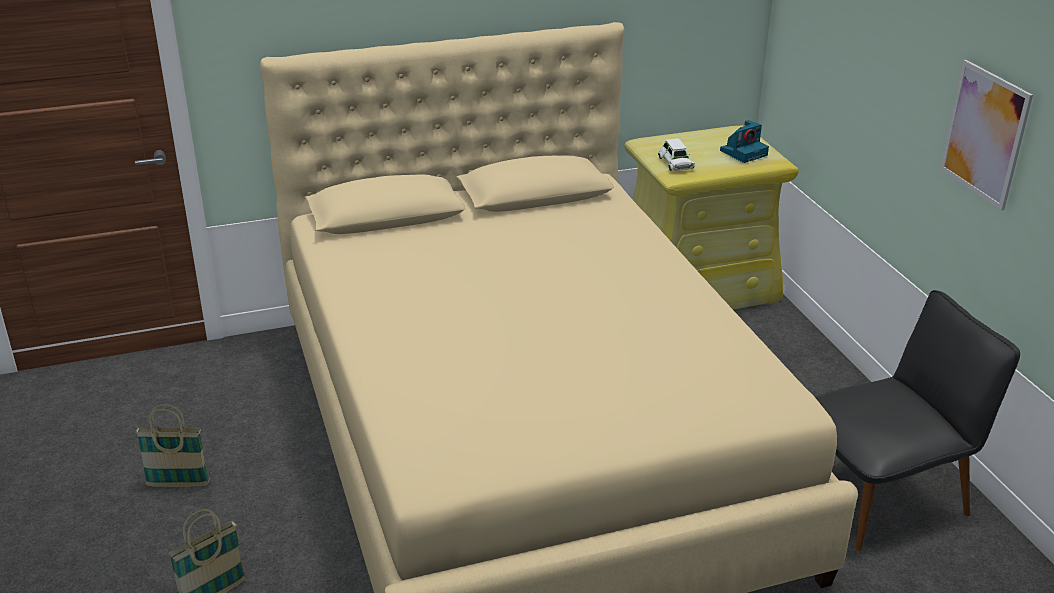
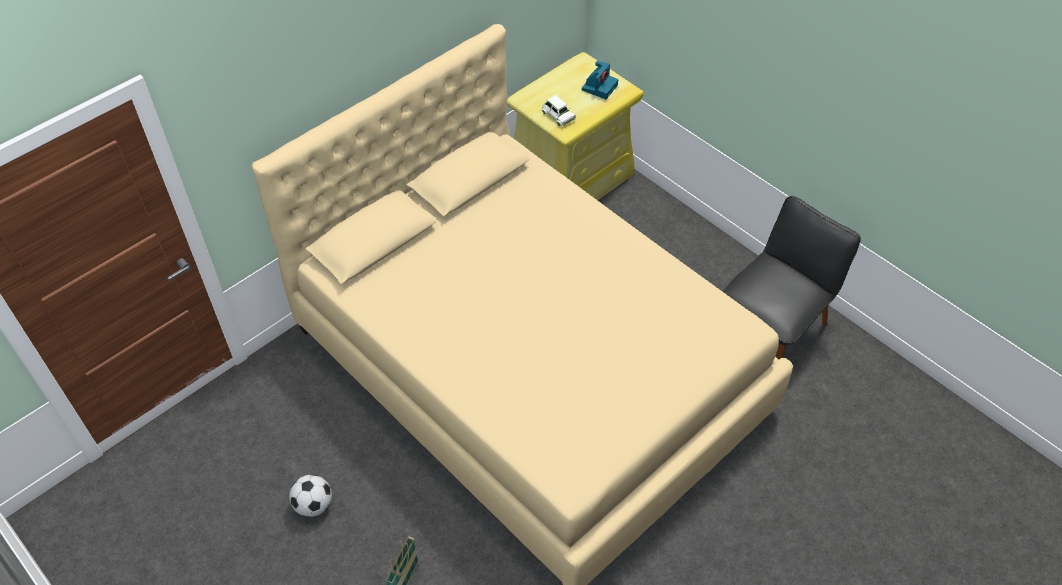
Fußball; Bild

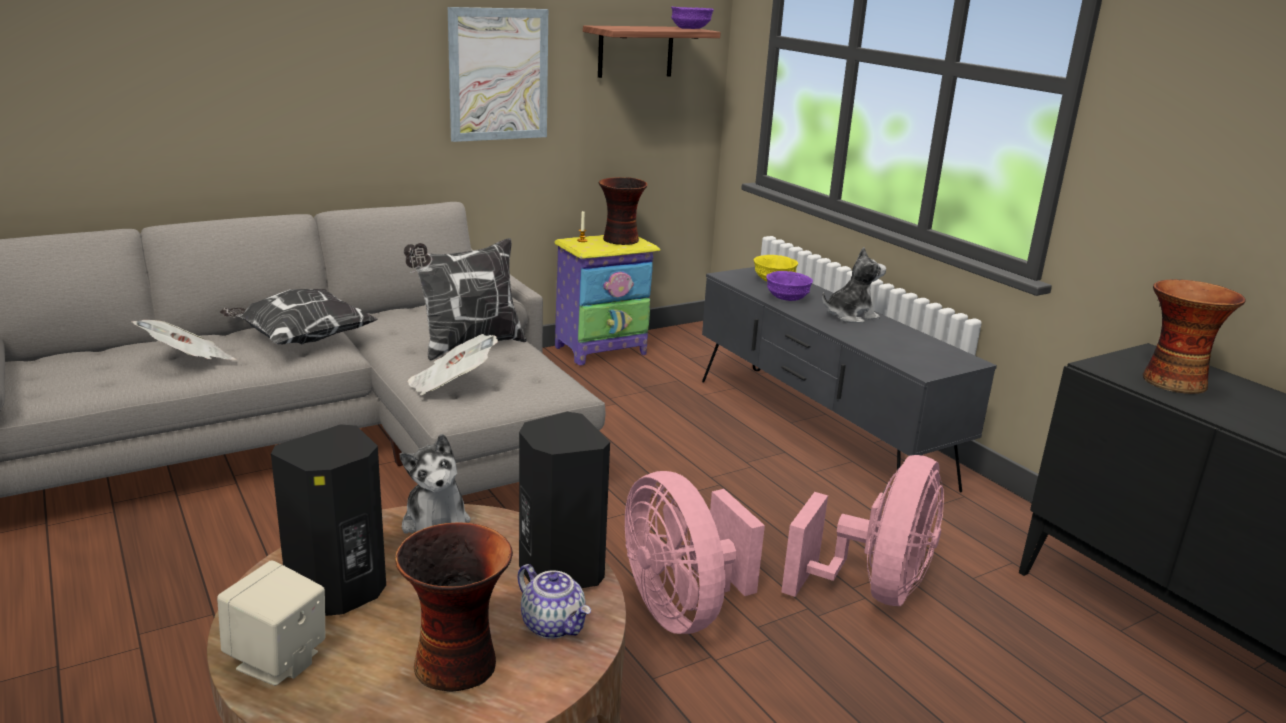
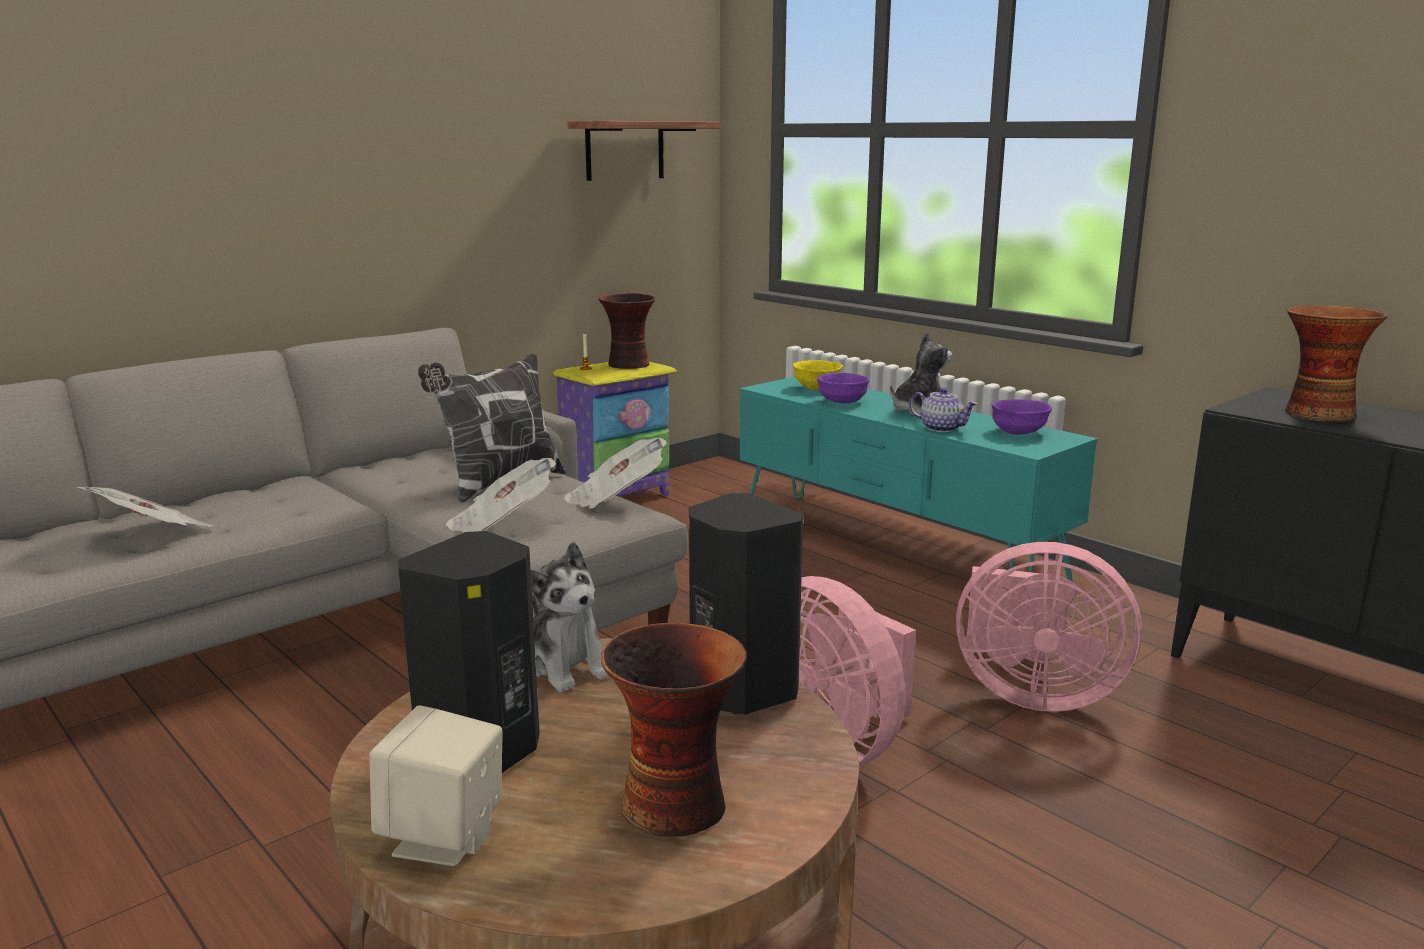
Zeitung (3rd from left); Fernsehschrank/türkis; Teekanne; Ventilator/rosa (2nd from left); Schüssel/lila (2nd from left); Kissen (1st from left in the first image); Bild

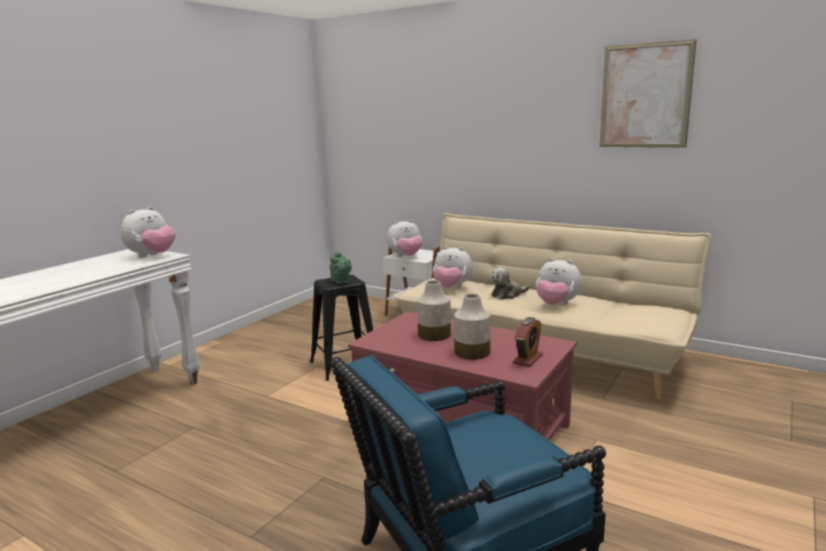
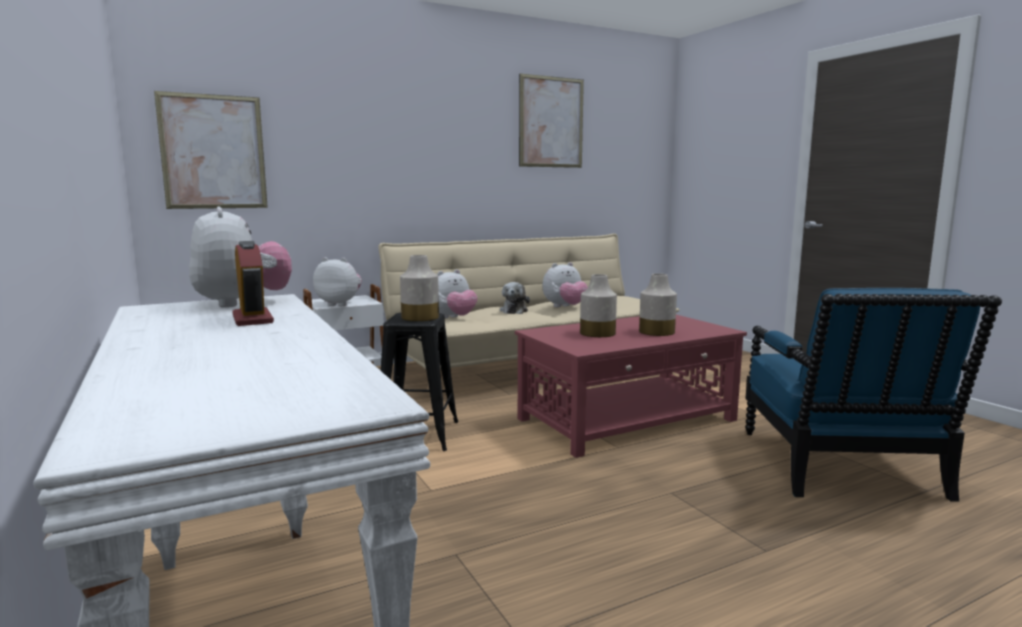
Bild (1st from left); Wecker; Plüschtier (2nd from left); Vase/beige (1st from left)

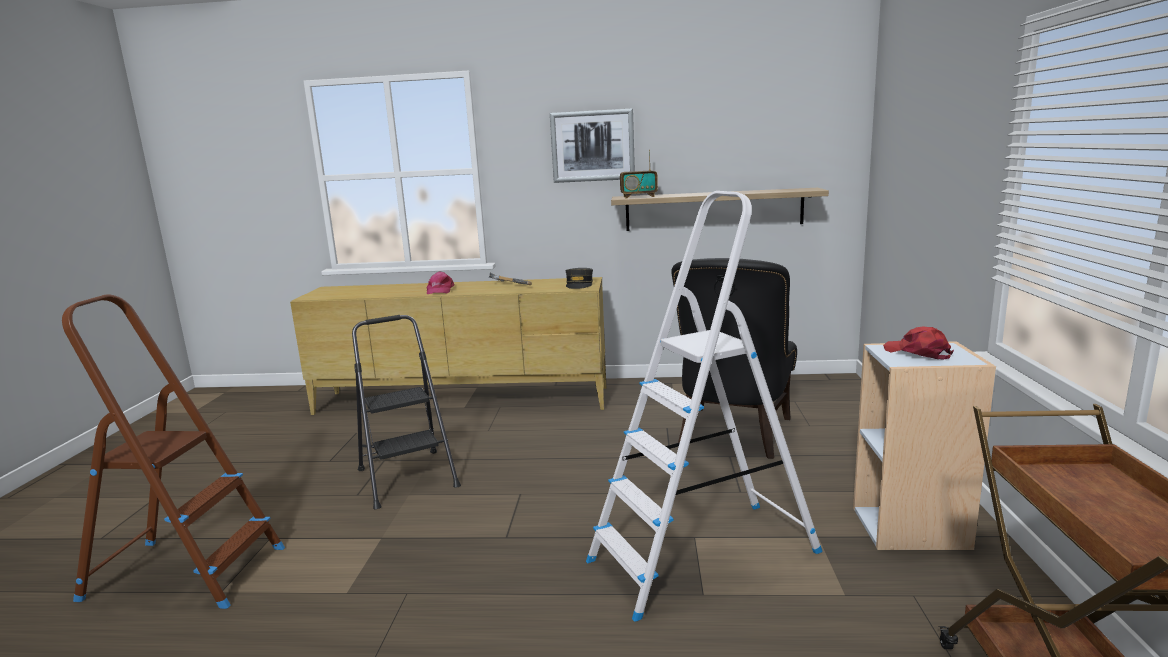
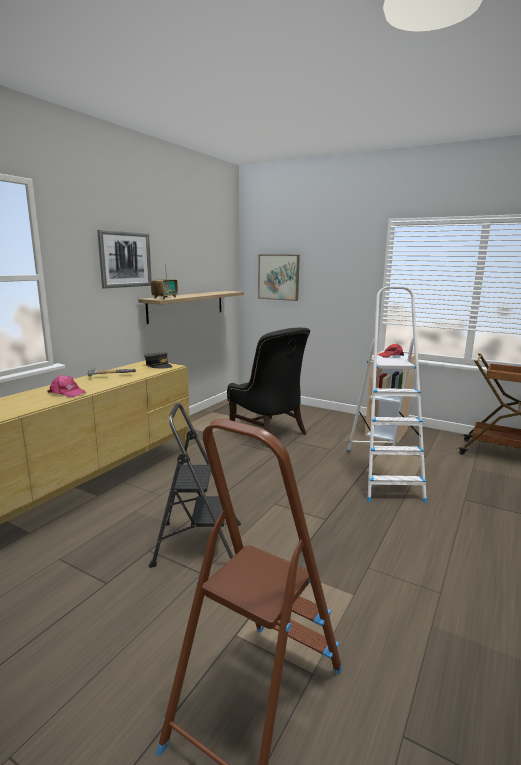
Bild (2nd from left)

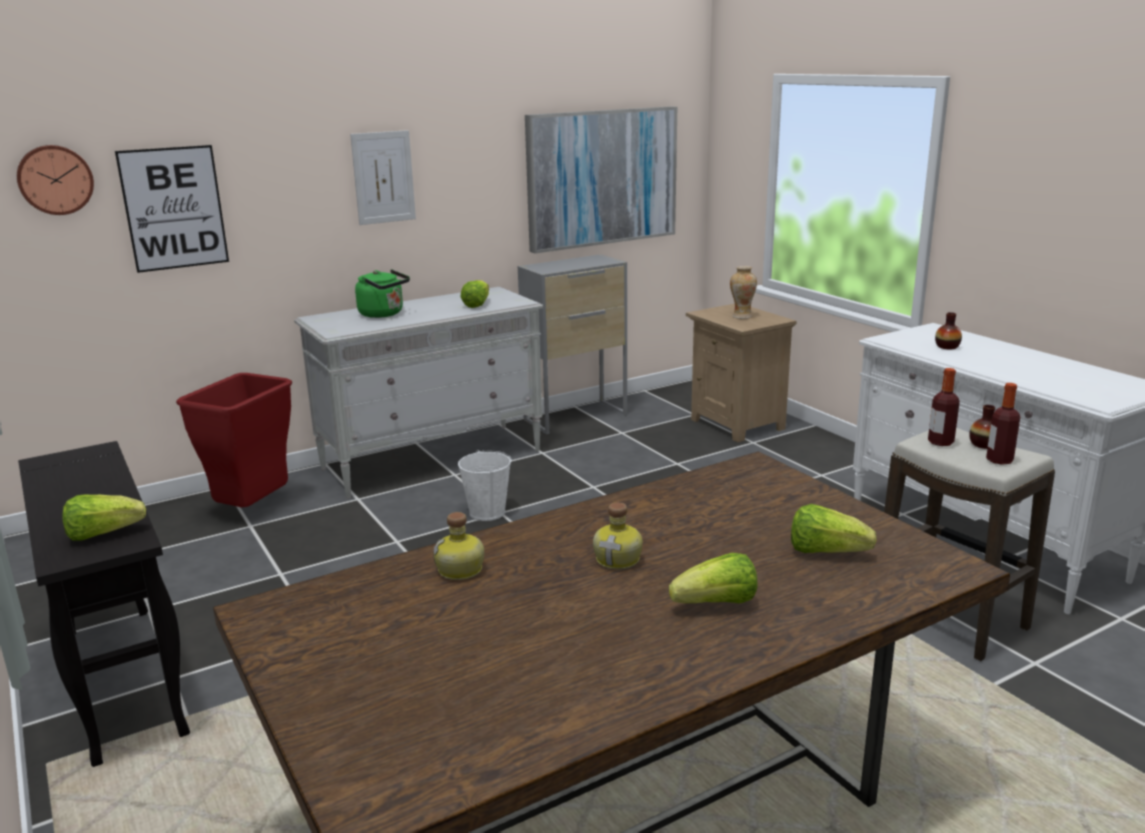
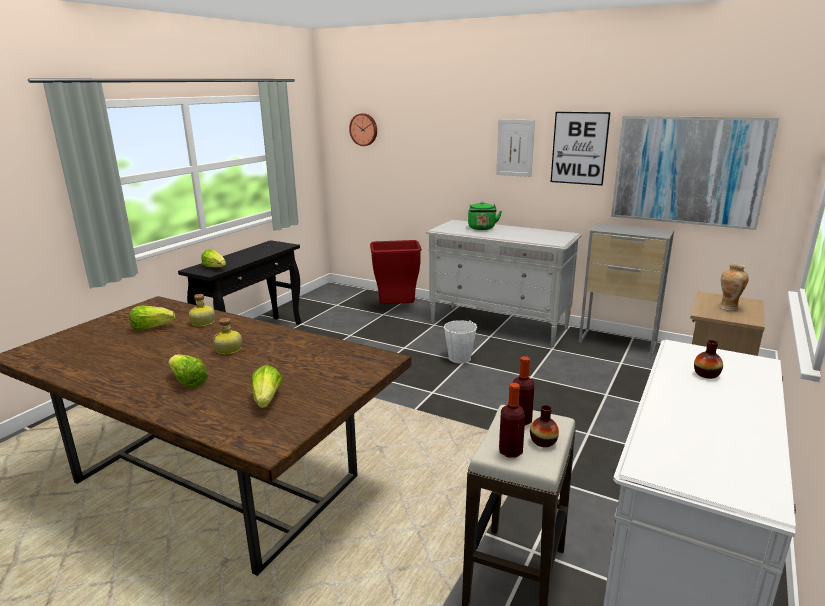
Salatkopf (1st from left); Bild (2nd from left)

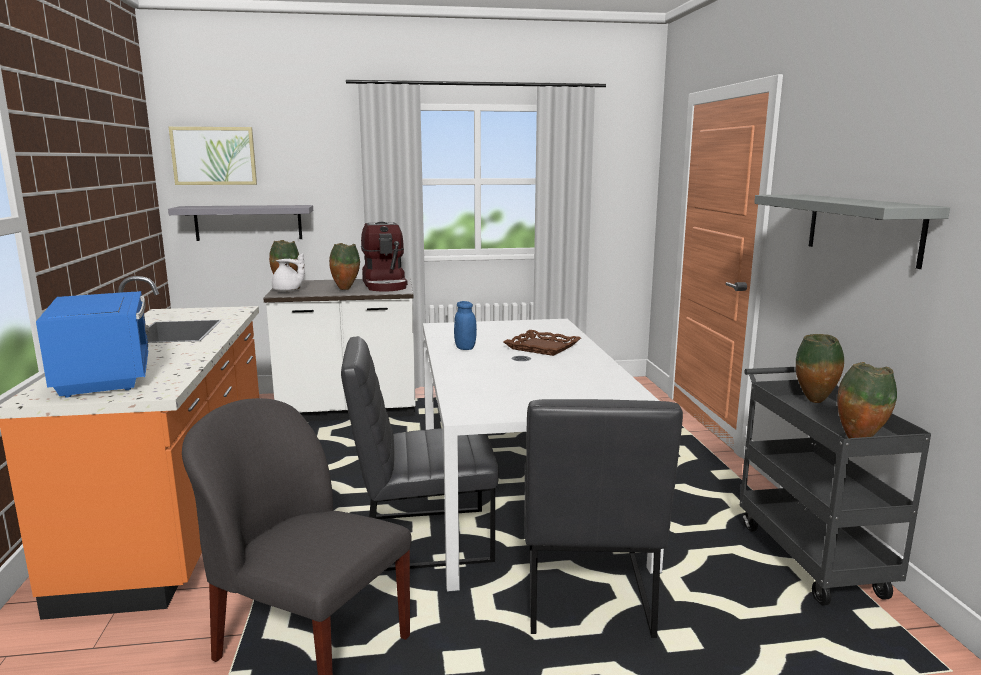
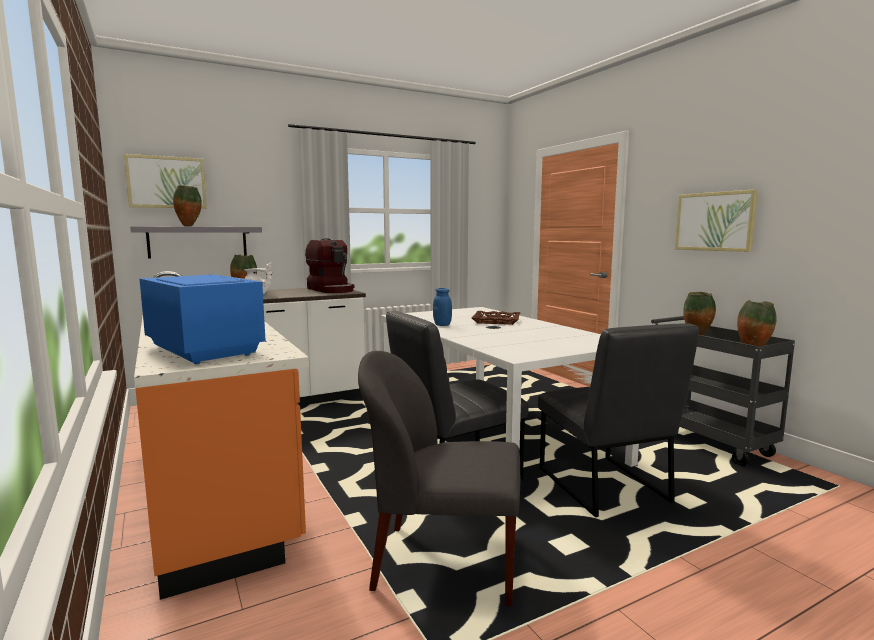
Vase (1st from left); Bild (2nd from left)

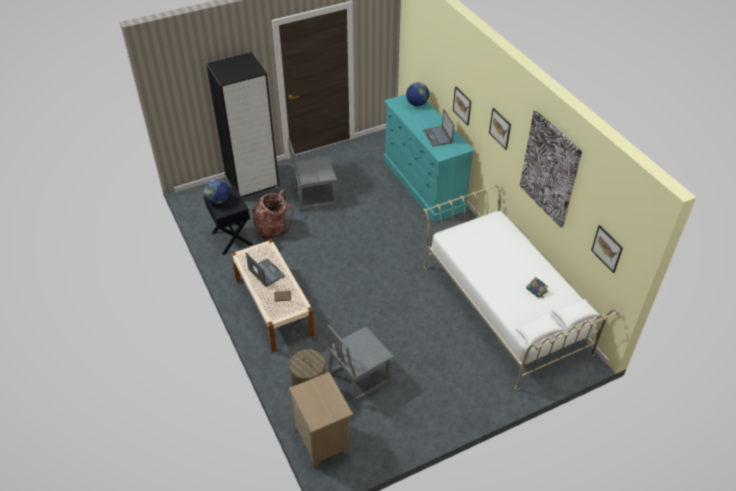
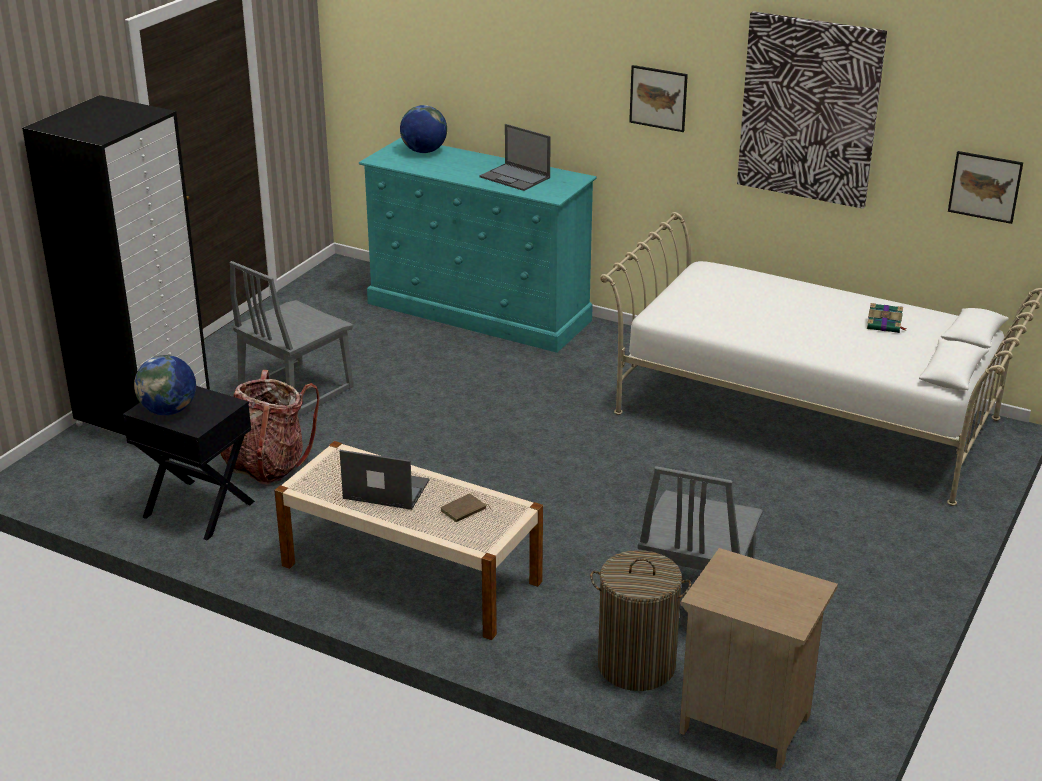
Bild (1st from left in the first image)

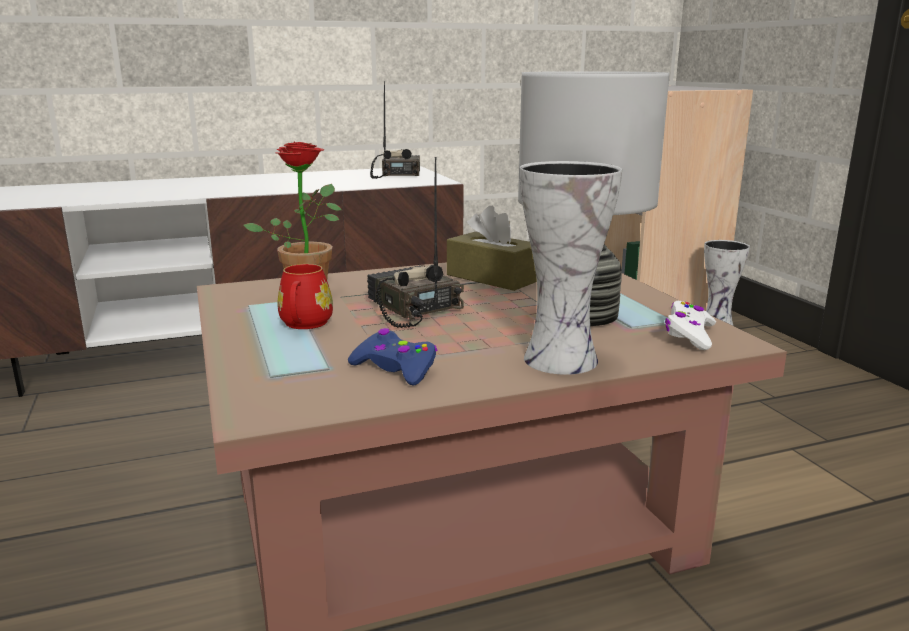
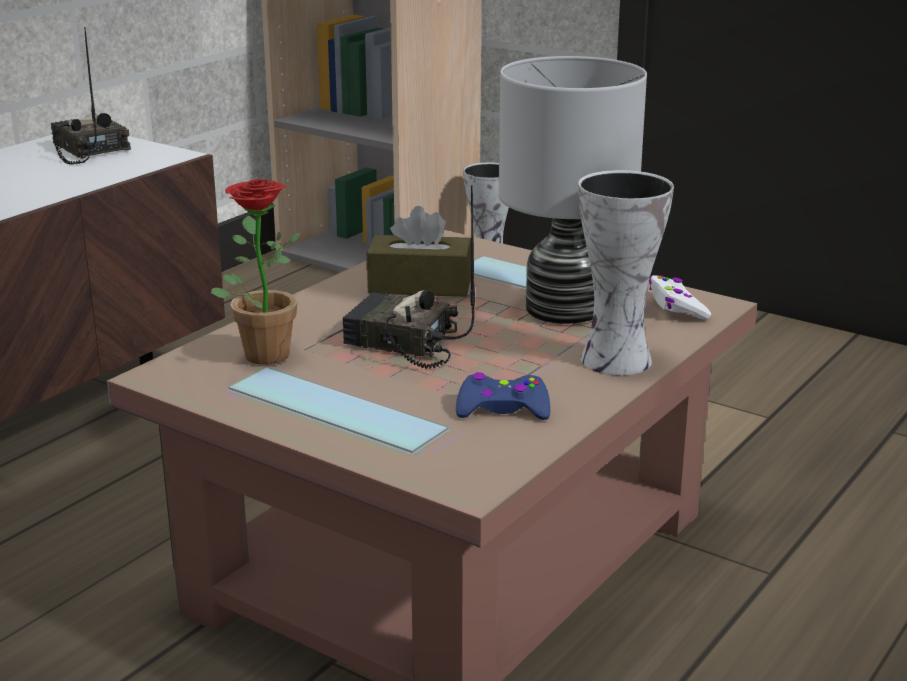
Henkelbecher/rot

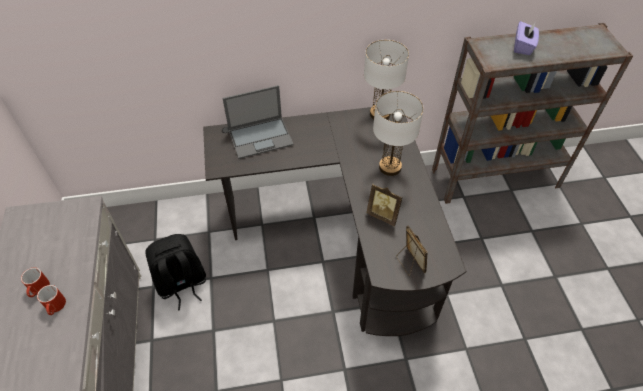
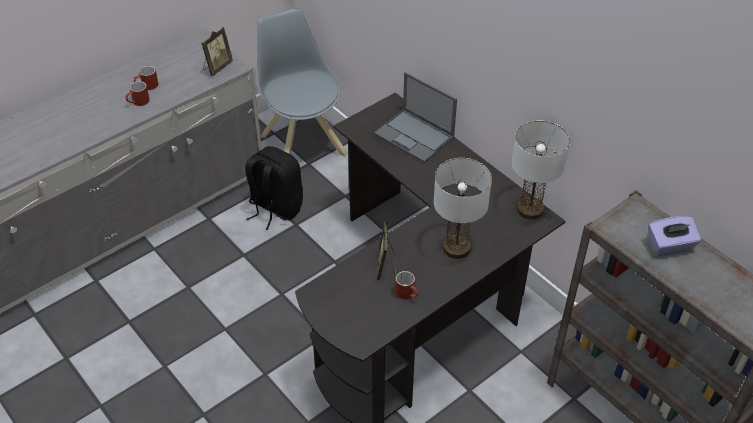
Bilderrahmen (1st from left); Stuhl/grau; Henkelbecher/rot (3rd from left)

